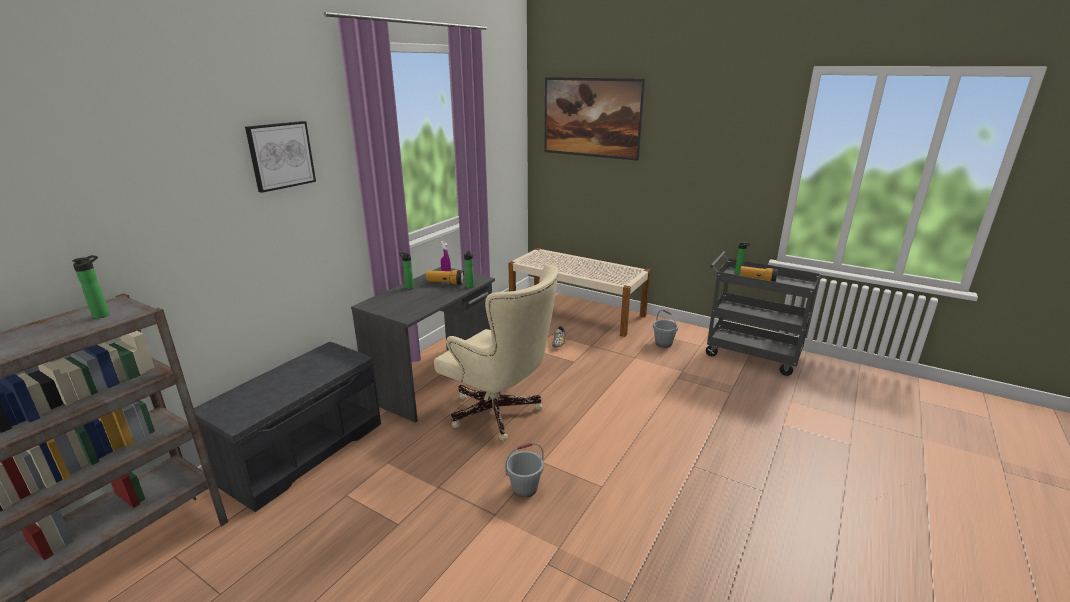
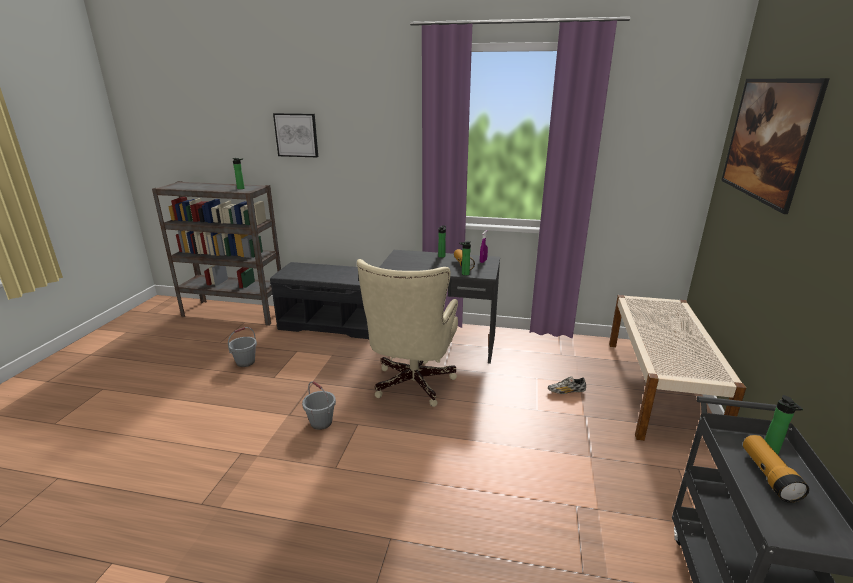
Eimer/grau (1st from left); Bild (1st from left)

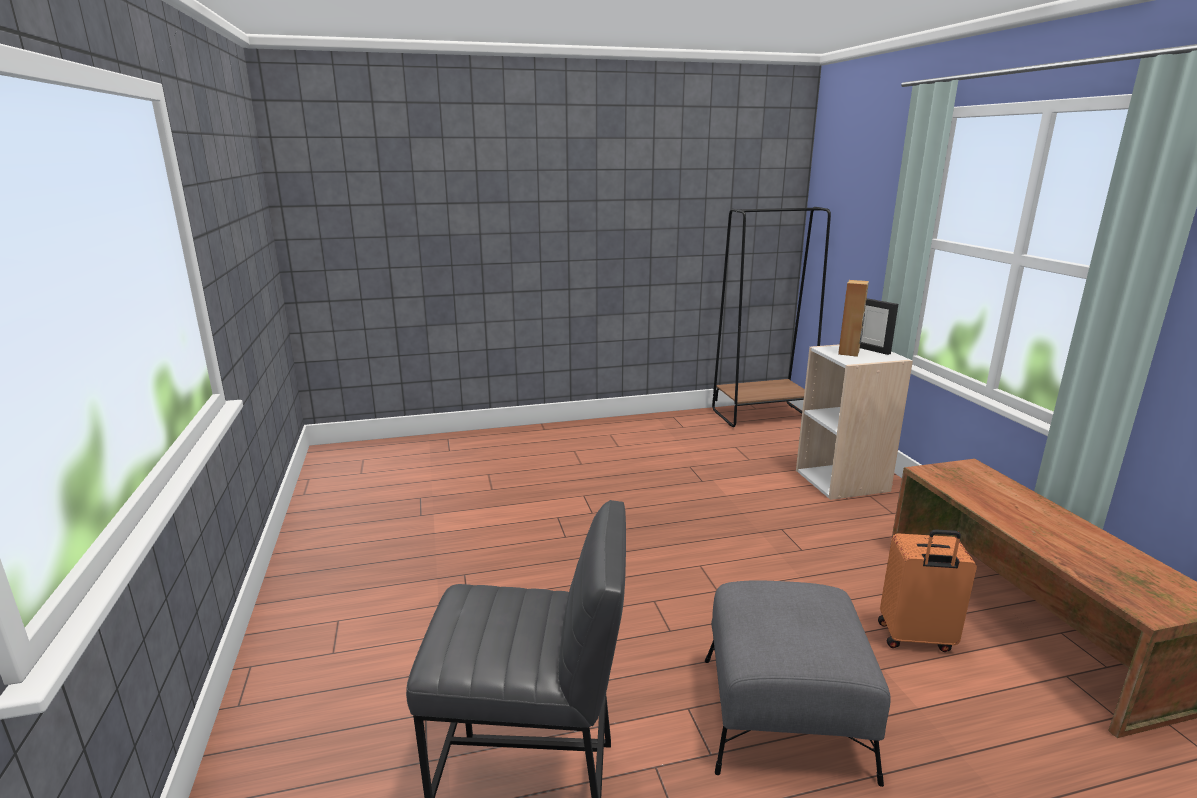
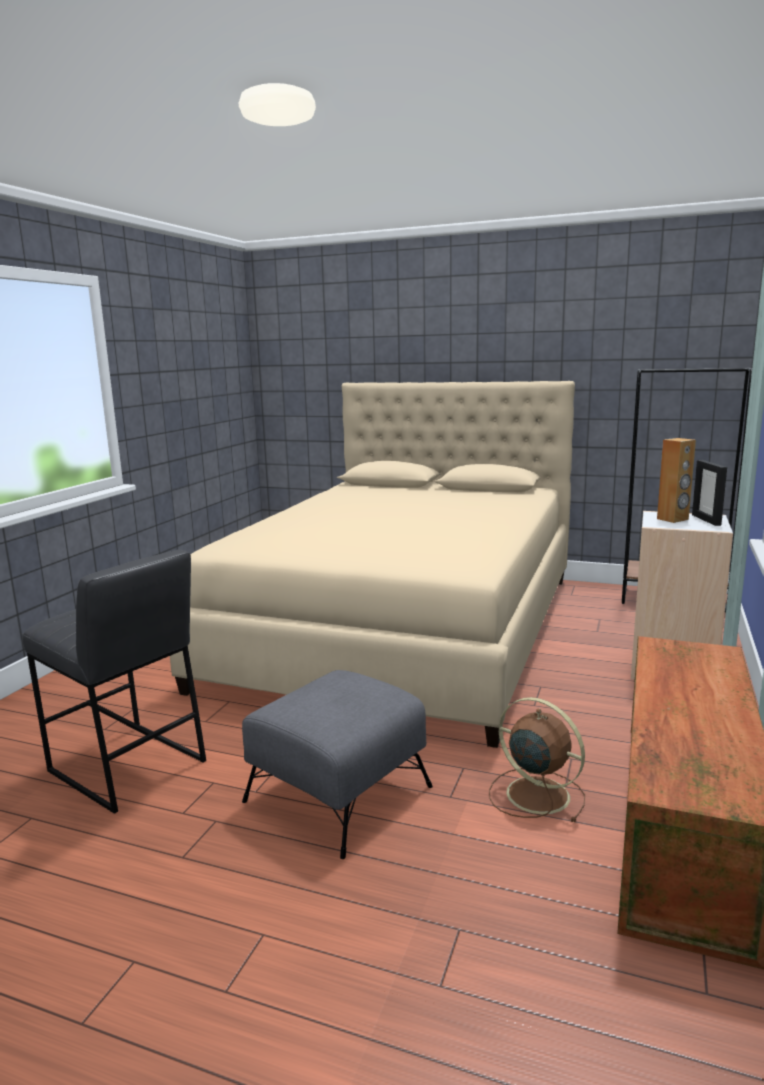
Bett/beige; Ventilator/braun

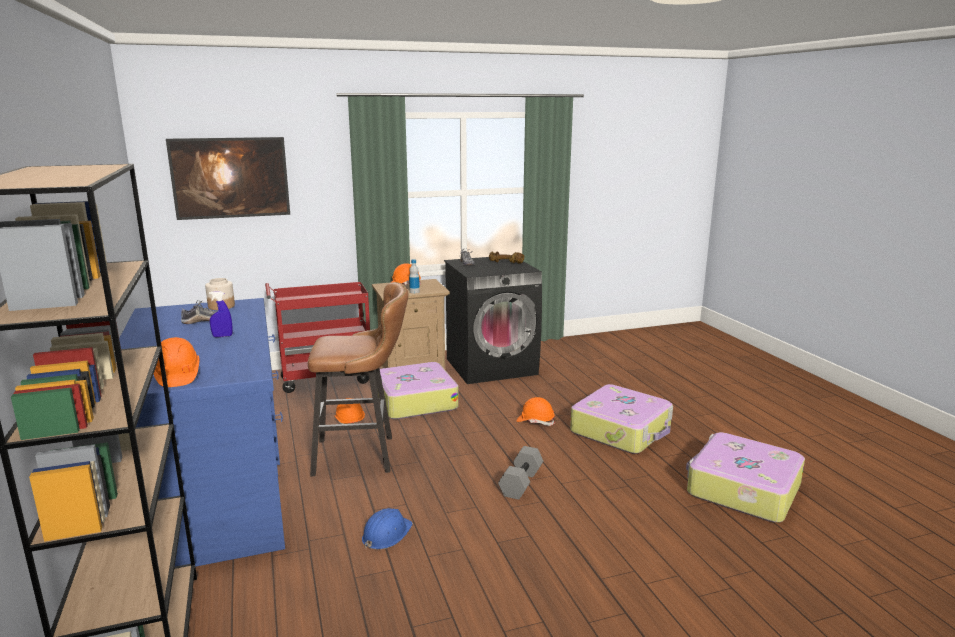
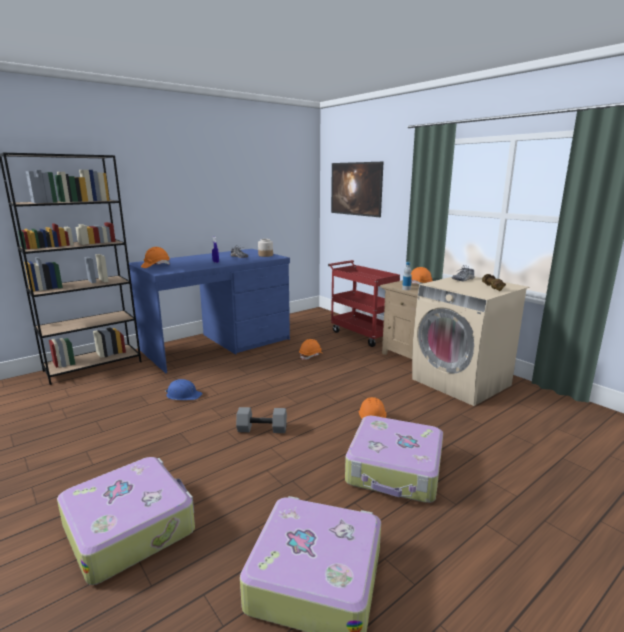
Koffer (1st from left); Waschmaschine/beige; Hocker/braun

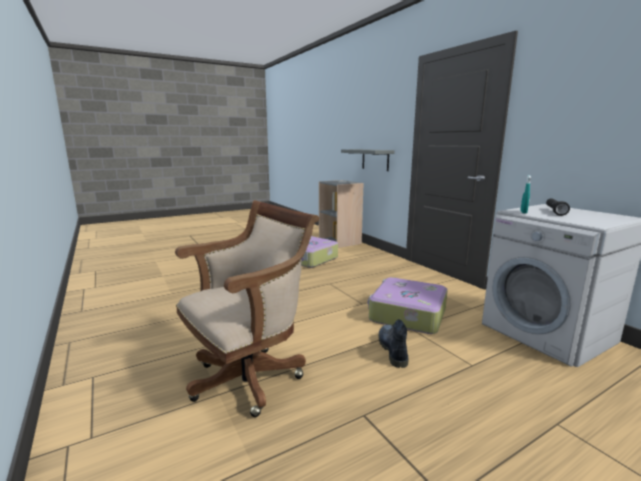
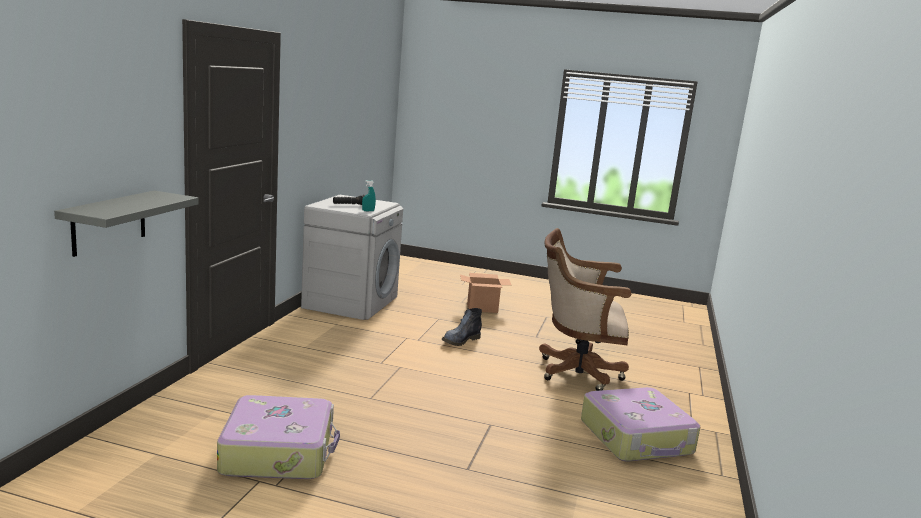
Karton; Koffer (2nd from left); Bücherregal/grau

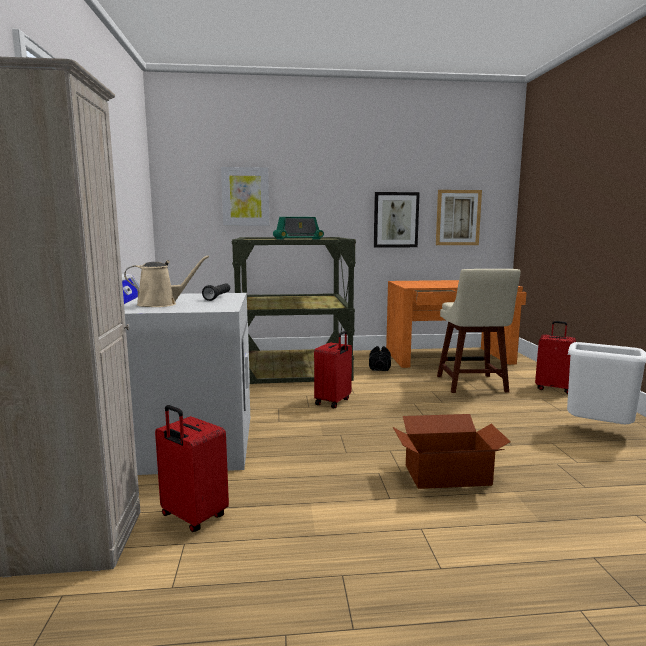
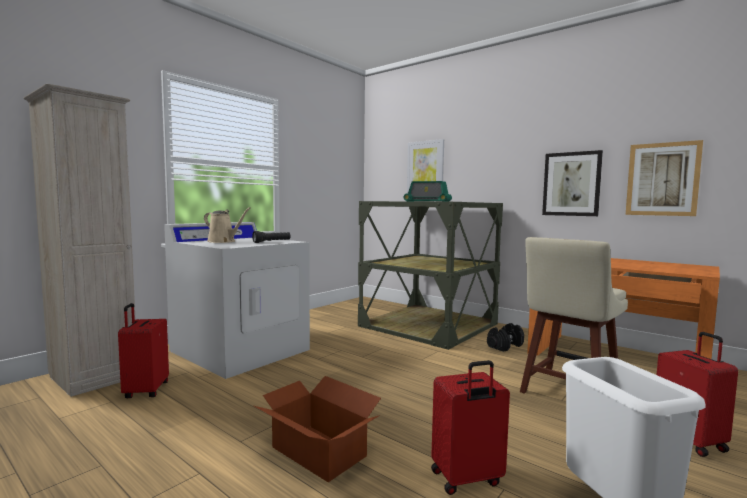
Koffer/rot (2nd from left)

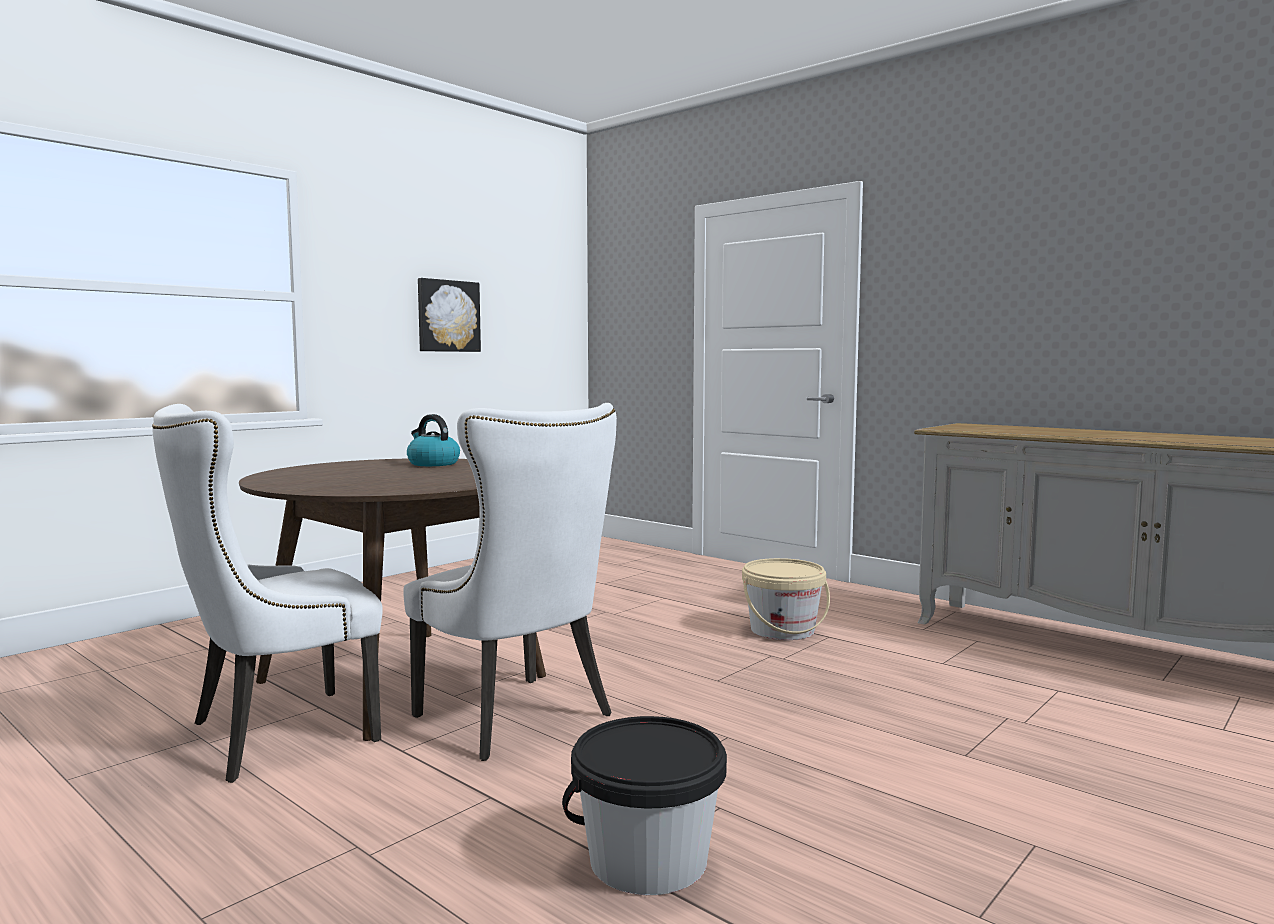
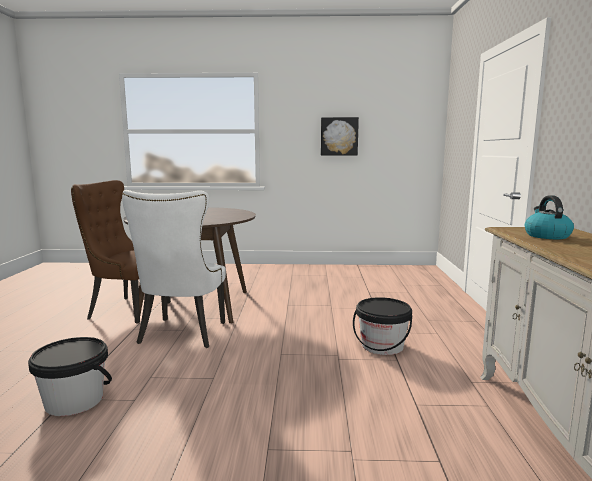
Stuhl/braun; Eimer/schwarz (2nd from left); Wasserkessel

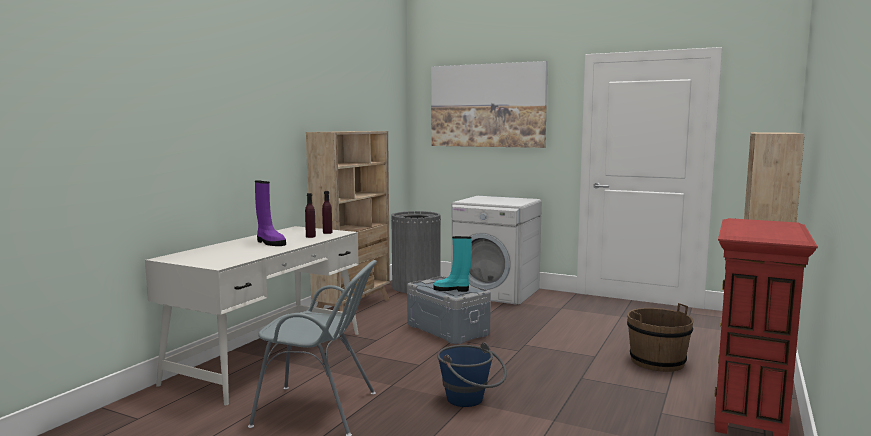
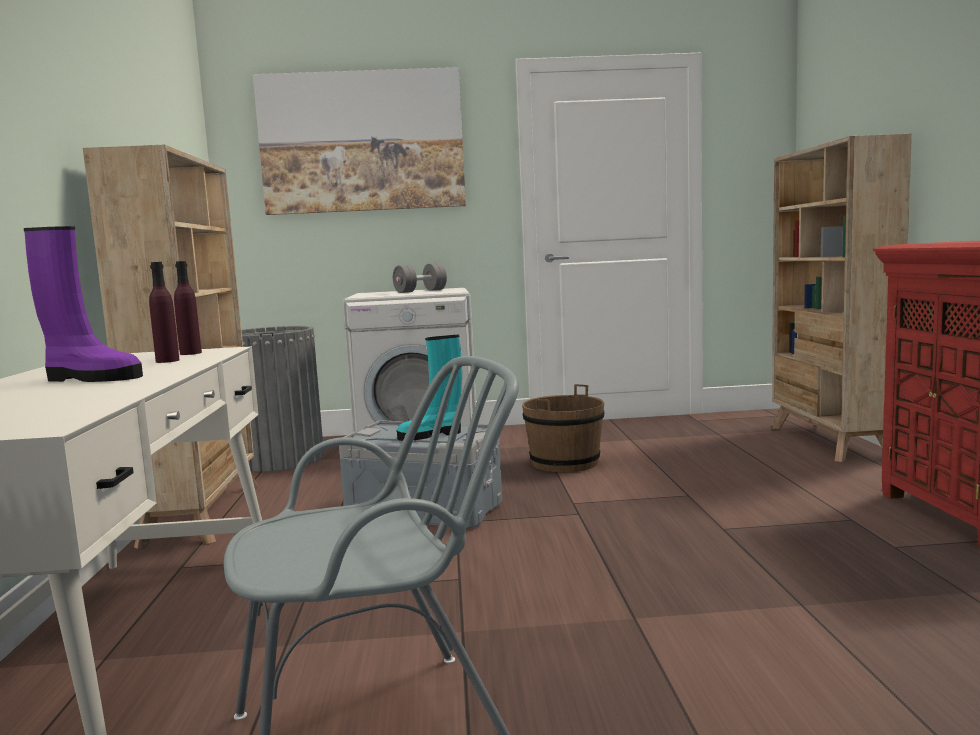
Hantel/grau; Eimer/braun; Eimer/blau

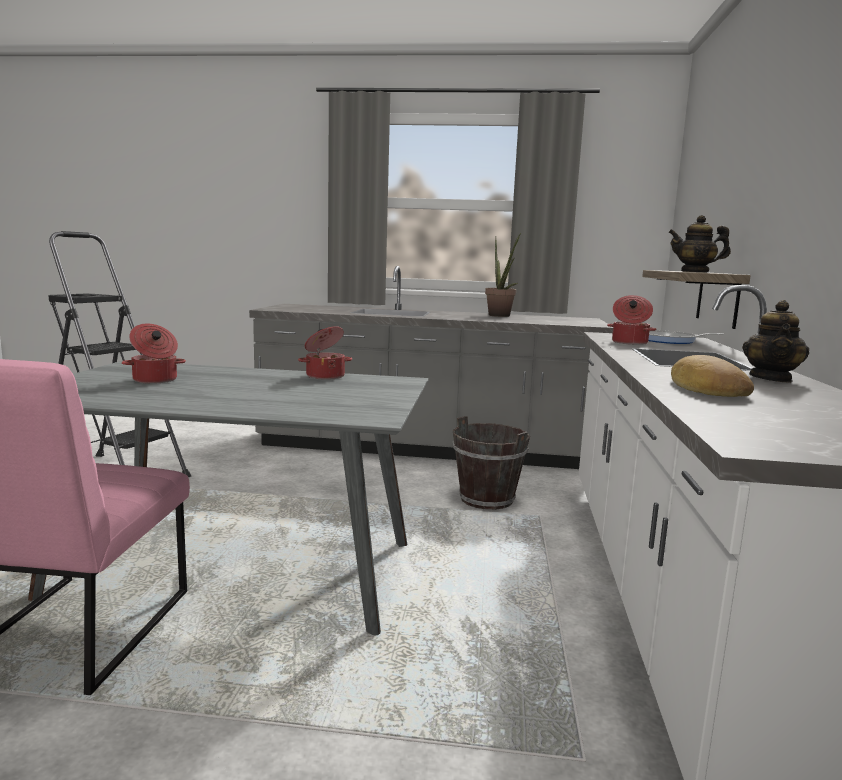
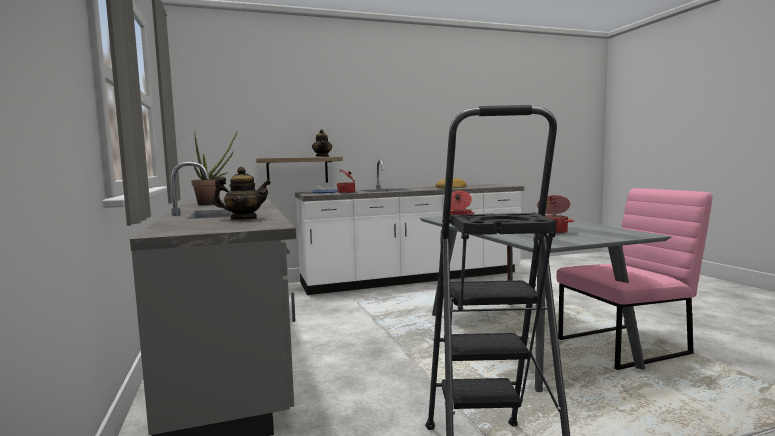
Teekanne (1st from left); Eimer/braun

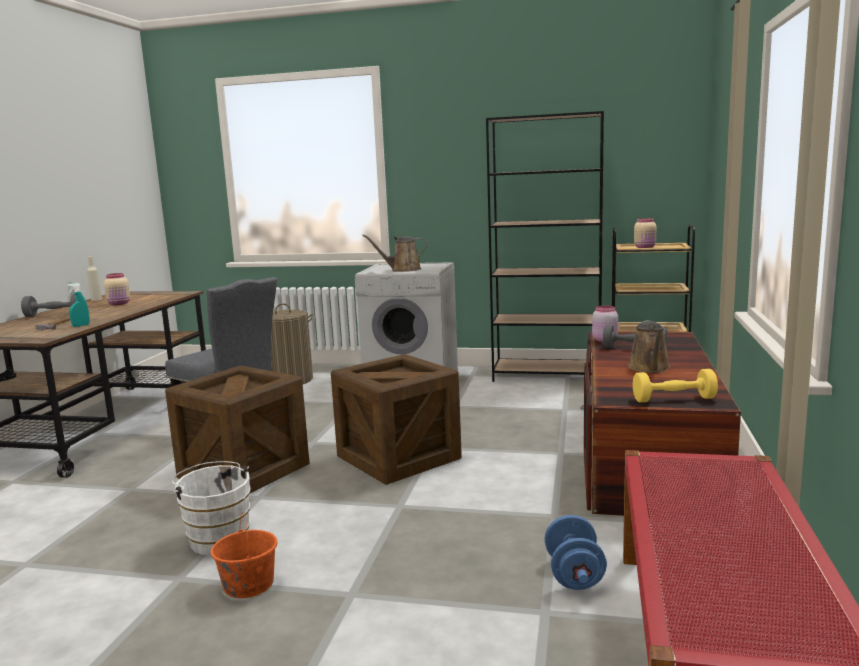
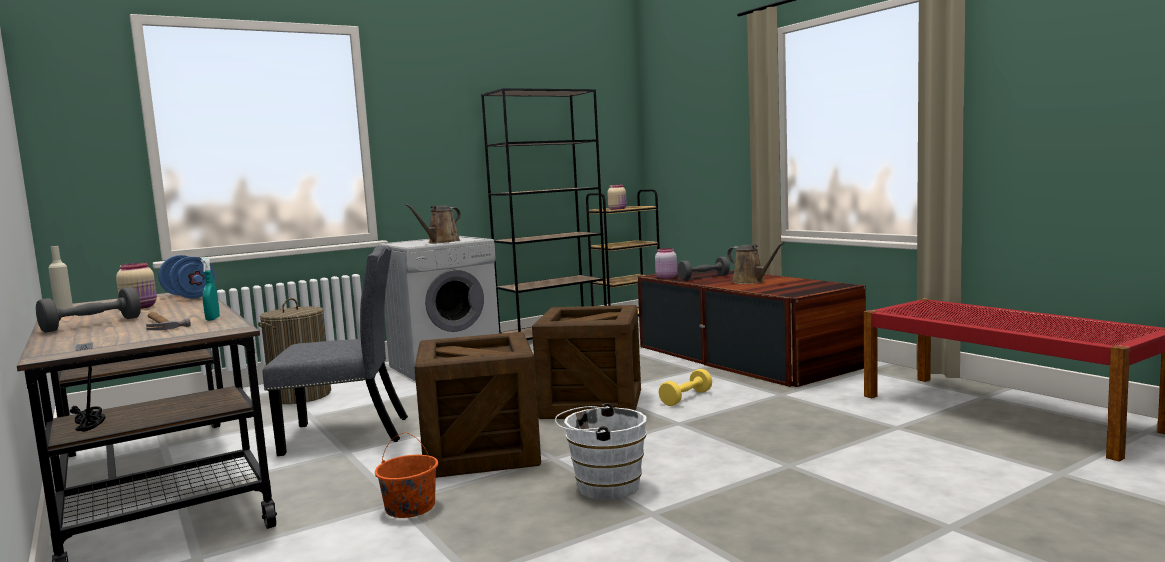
Hantel/blau; Eimer/orange; Hantel/gelb

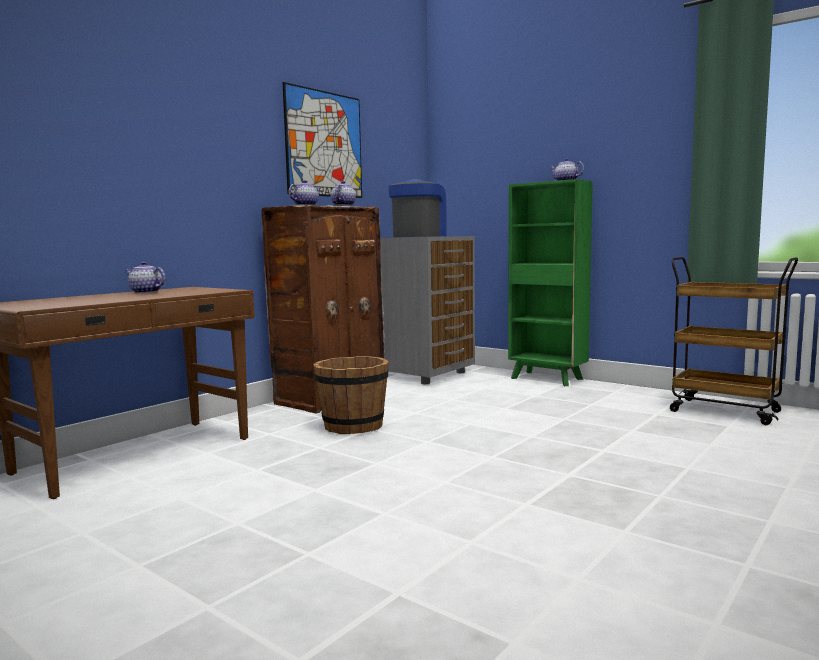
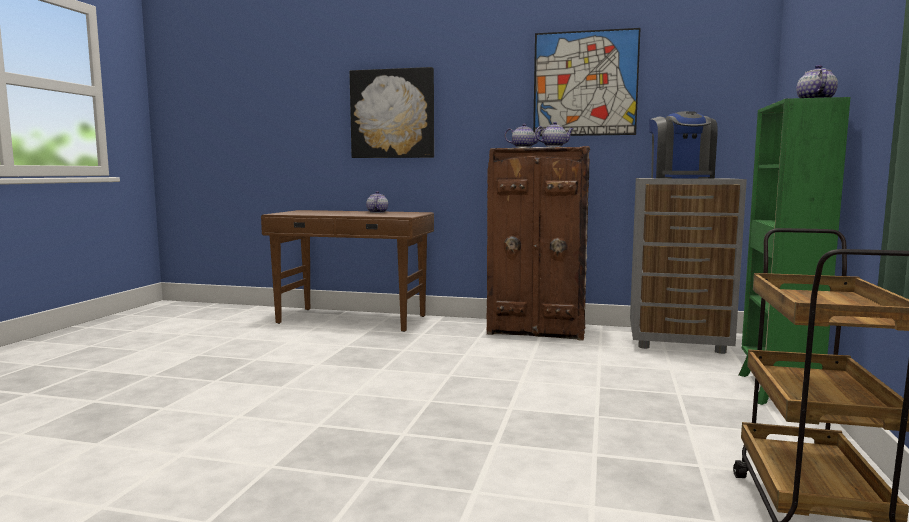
Bild (1st from left); Kaffeemaschine; Eimer/braun

